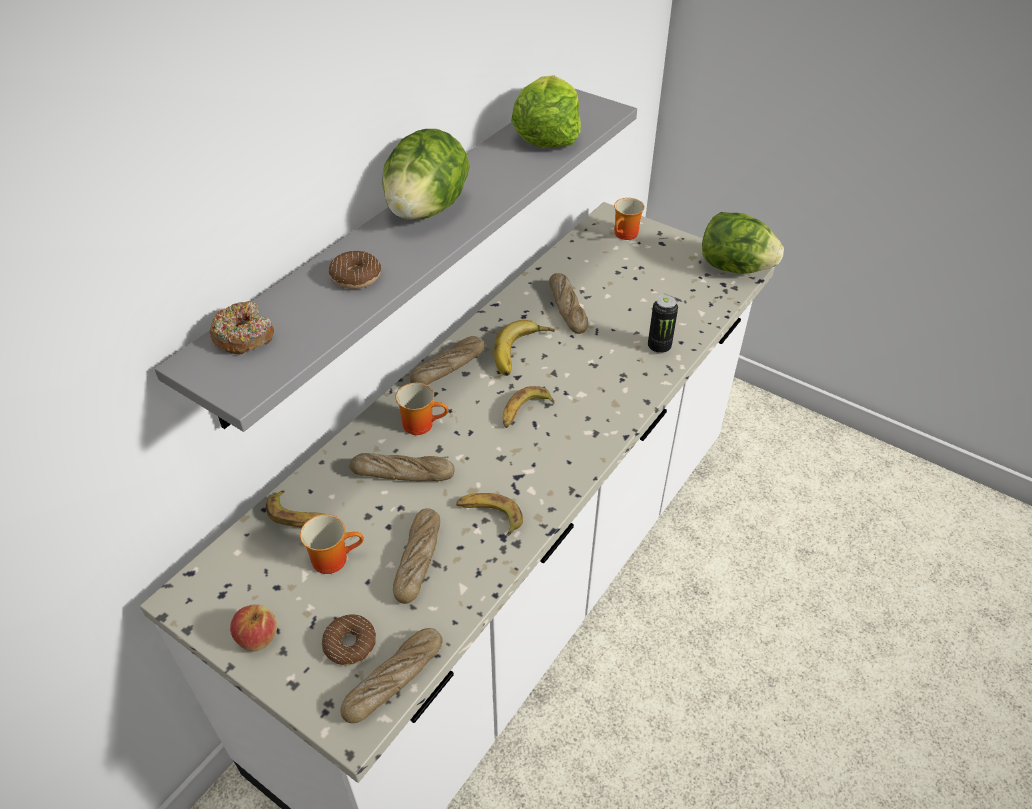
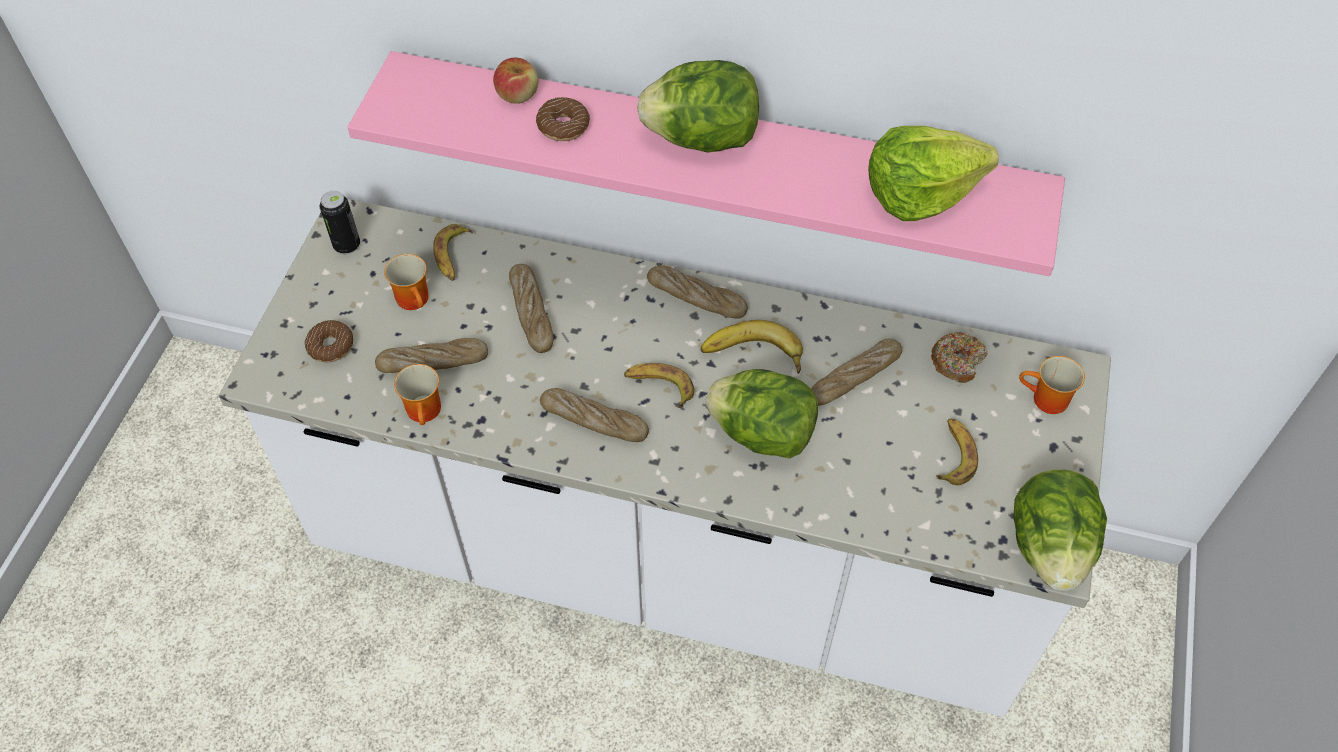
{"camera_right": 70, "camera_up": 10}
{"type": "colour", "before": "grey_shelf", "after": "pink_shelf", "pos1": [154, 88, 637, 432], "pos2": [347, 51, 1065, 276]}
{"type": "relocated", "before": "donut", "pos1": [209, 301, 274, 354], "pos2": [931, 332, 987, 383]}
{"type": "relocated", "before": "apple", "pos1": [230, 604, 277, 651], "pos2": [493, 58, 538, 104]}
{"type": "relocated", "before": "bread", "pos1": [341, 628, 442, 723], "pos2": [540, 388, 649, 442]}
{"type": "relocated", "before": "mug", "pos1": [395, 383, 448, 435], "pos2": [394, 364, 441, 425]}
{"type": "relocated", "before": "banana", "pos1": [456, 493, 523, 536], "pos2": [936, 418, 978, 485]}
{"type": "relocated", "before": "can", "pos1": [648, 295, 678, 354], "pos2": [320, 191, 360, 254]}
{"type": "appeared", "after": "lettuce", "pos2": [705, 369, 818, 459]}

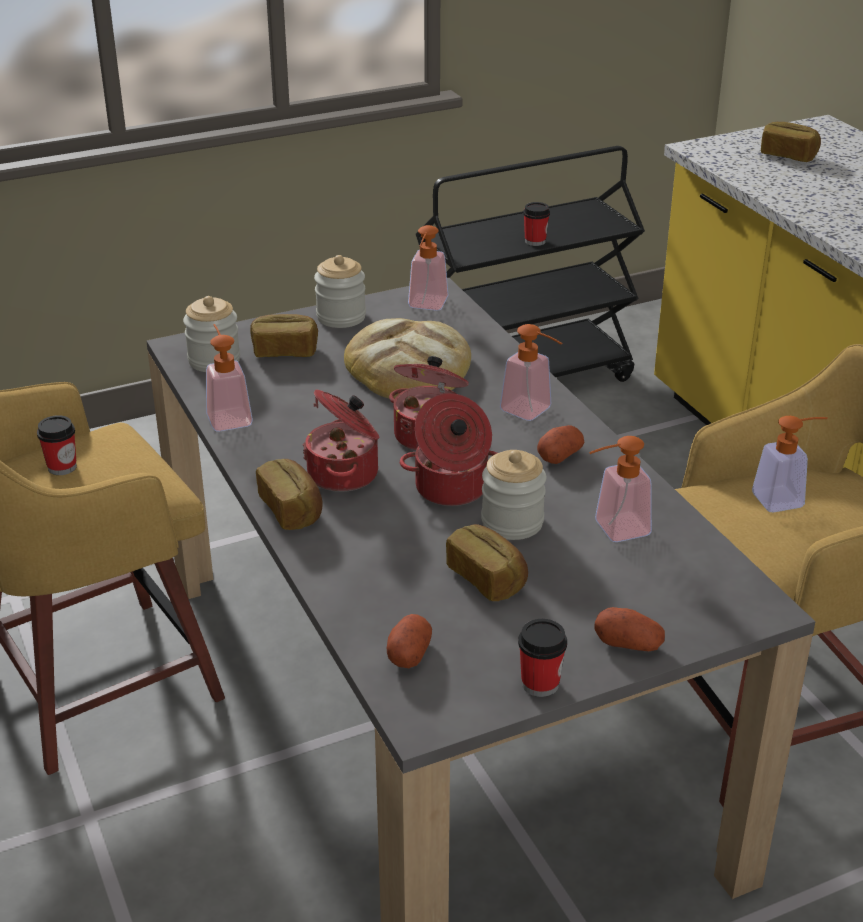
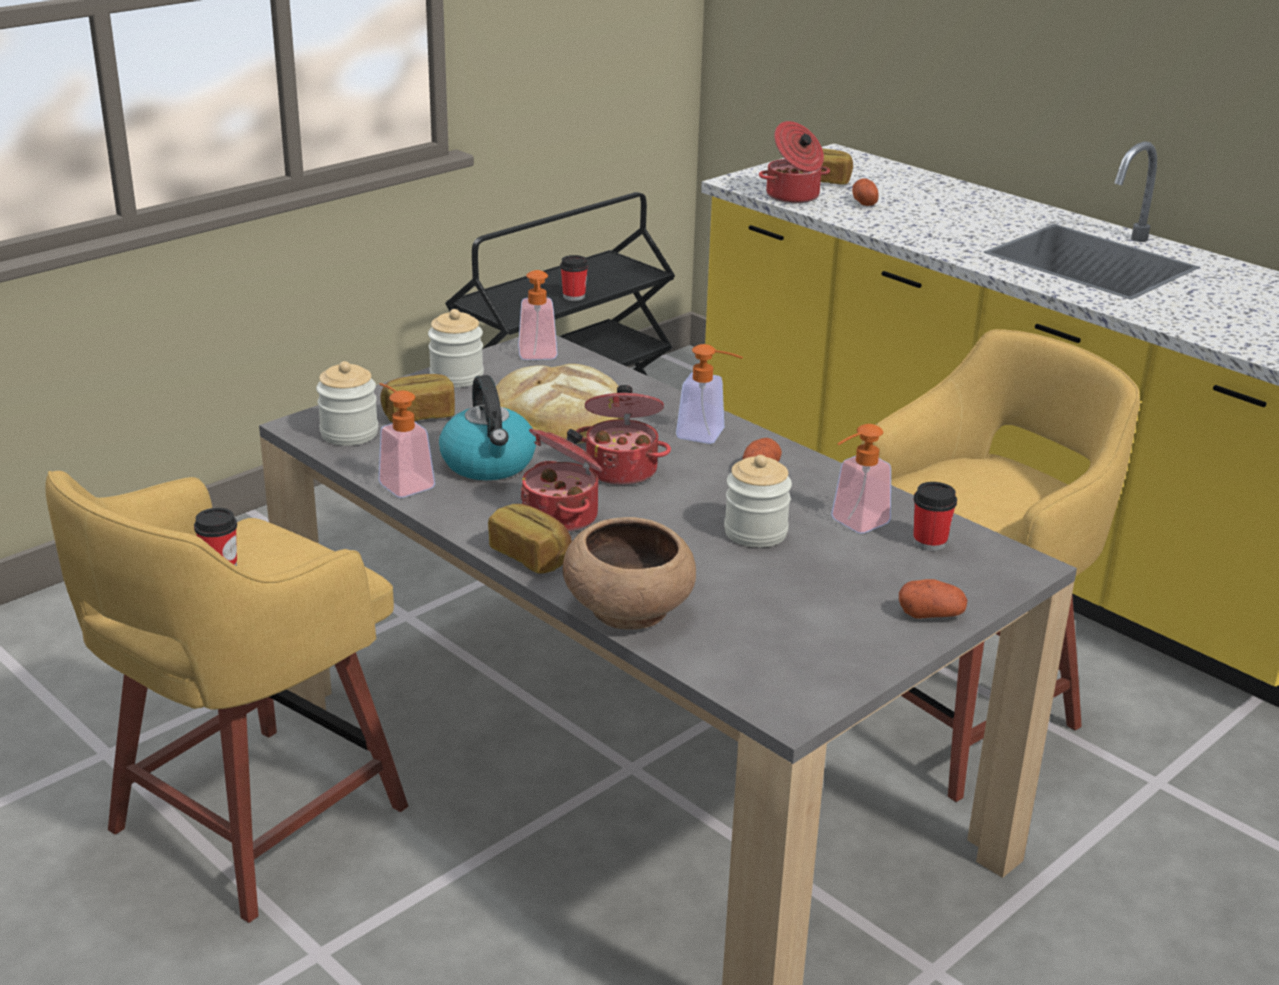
{"camera_right": -20, "camera_up": -5}
{"type": "relocated", "before": "potato", "pos1": [387, 614, 432, 668], "pos2": [852, 178, 879, 206]}
{"type": "relocated", "before": "cooking_pot", "pos1": [400, 393, 497, 506], "pos2": [759, 121, 830, 203]}
{"type": "missing", "before": "bread", "pos1": [446, 524, 528, 601]}
{"type": "relocated", "before": "cup", "pos1": [518, 619, 567, 697], "pos2": [913, 482, 957, 551]}
{"type": "missing", "before": "soap_dispenser", "pos1": [752, 416, 828, 513]}
{"type": "appeared", "after": "kettle", "pos2": [439, 375, 536, 480]}
{"type": "appeared", "after": "brown_bowl", "pos2": [563, 517, 696, 630]}

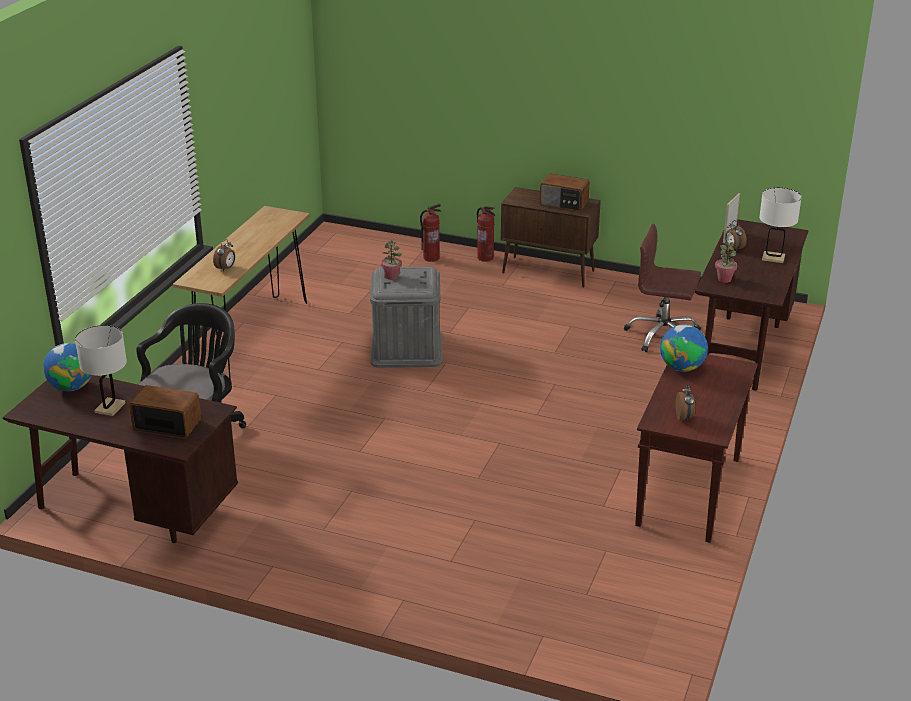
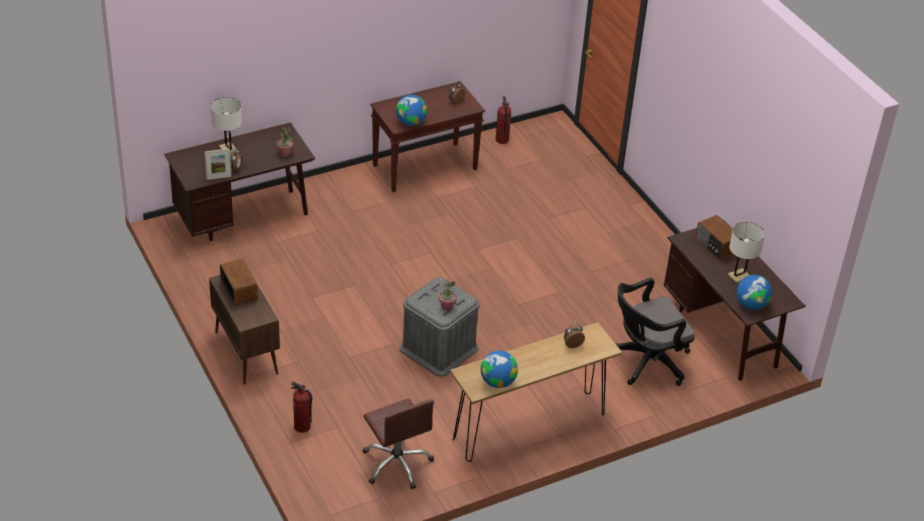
{"camera_right": -140, "camera_up": 10}
{"type": "relocated", "before": "fire_extinguisher", "pos1": [477, 206, 495, 262], "pos2": [496, 96, 511, 144]}
{"type": "relocated", "before": "brown_office_chair", "pos1": [624, 223, 701, 352], "pos2": [362, 398, 434, 489]}
{"type": "appeared", "after": "globe", "pos2": [481, 351, 518, 388]}

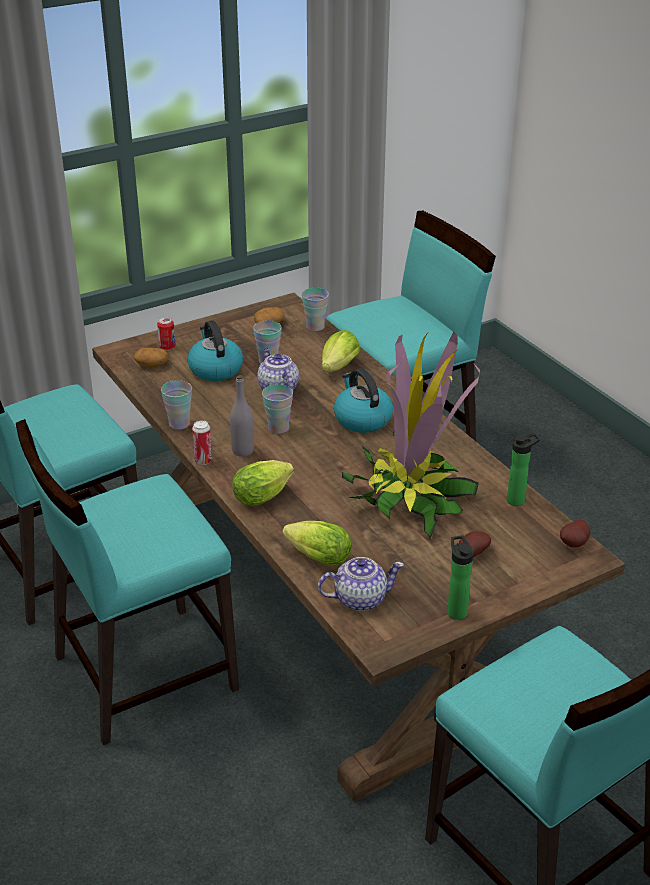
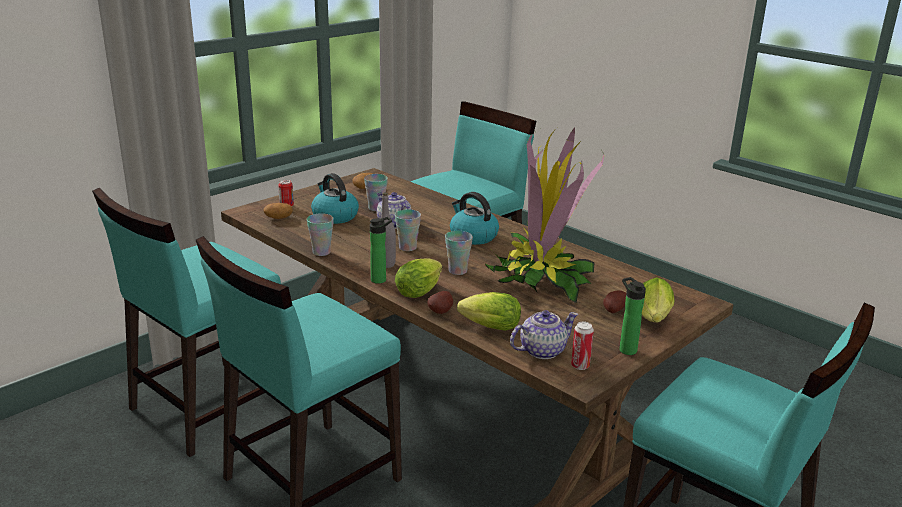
{"camera_right": -15, "camera_up": -10}
{"type": "relocated", "before": "can", "pos1": [192, 420, 212, 465], "pos2": [571, 322, 594, 370]}
{"type": "relocated", "before": "cup", "pos1": [302, 288, 329, 331], "pos2": [445, 231, 473, 275]}
{"type": "relocated", "before": "lettuce", "pos1": [322, 330, 360, 372], "pos2": [642, 277, 674, 322]}
{"type": "relocated", "before": "bottle", "pos1": [507, 433, 540, 506], "pos2": [370, 217, 392, 284]}
{"type": "relocated", "before": "potato", "pos1": [560, 520, 590, 547], "pos2": [428, 291, 453, 314]}

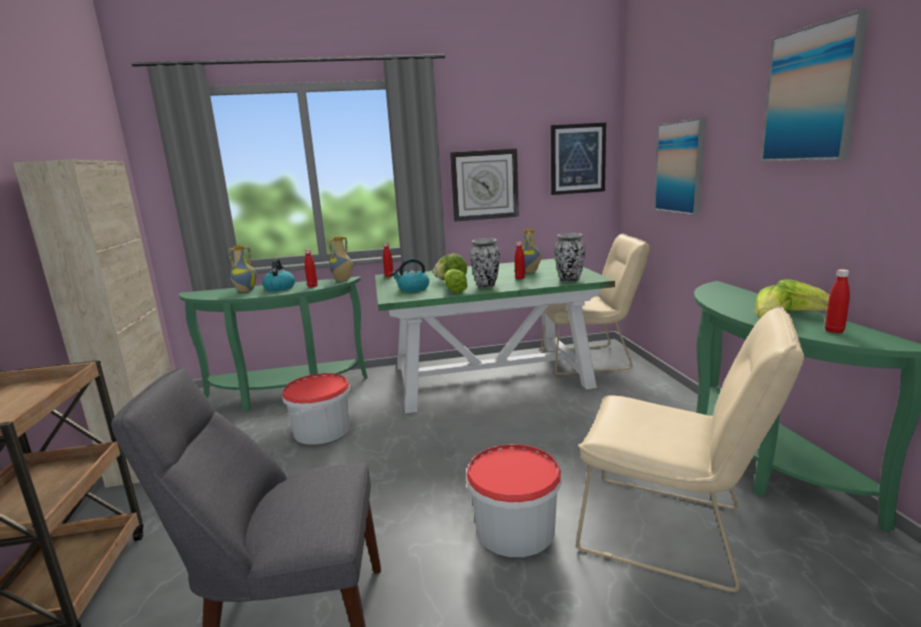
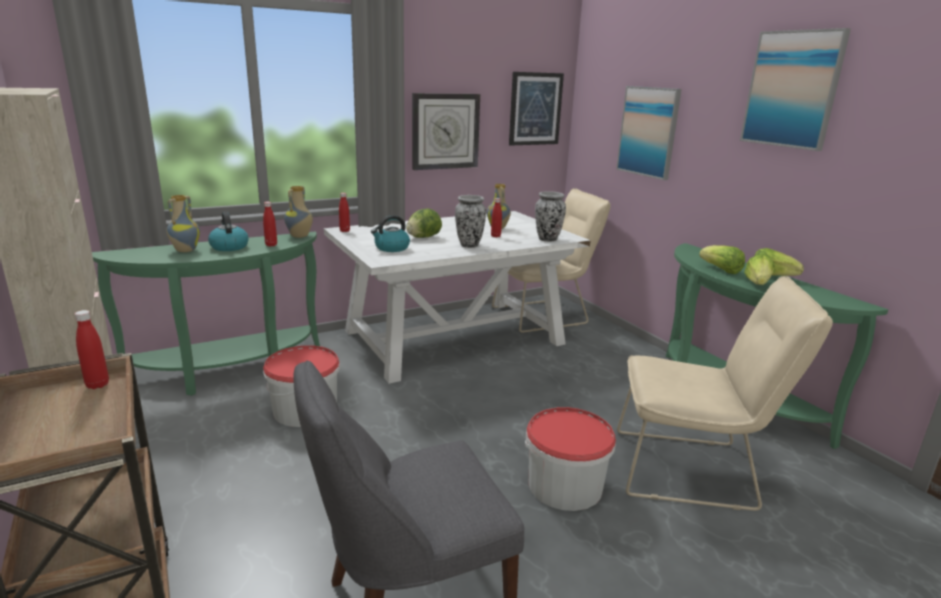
{"camera_right": -20, "camera_up": 5}
{"type": "colour", "before": "green_dining_table", "after": "white_dining_table", "pos1": [375, 259, 615, 414], "pos2": [324, 211, 591, 384]}
{"type": "relocated", "before": "lettuce", "pos1": [445, 269, 468, 293], "pos2": [699, 245, 745, 274]}
{"type": "relocated", "before": "red_bottle", "pos1": [825, 269, 850, 333], "pos2": [75, 310, 109, 389]}

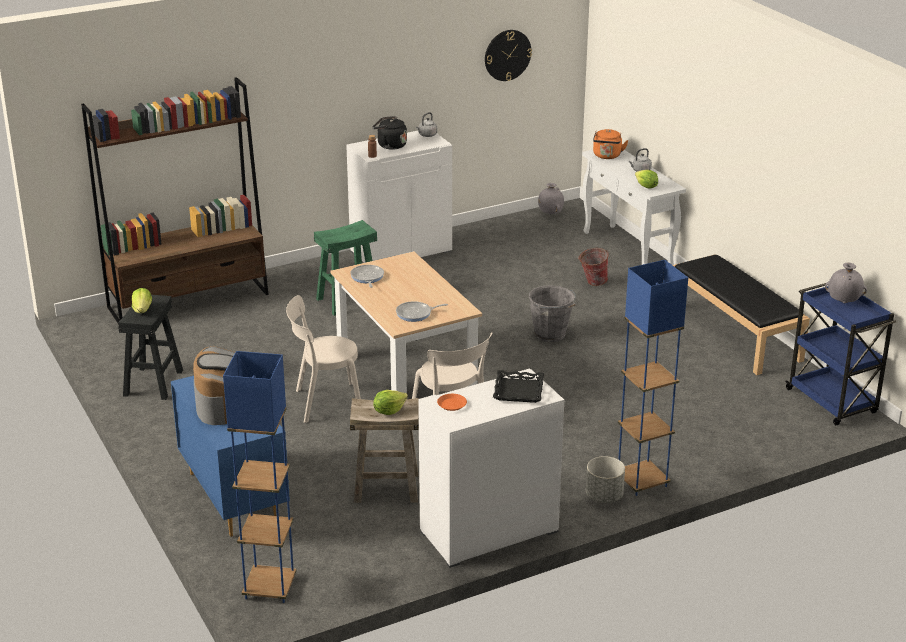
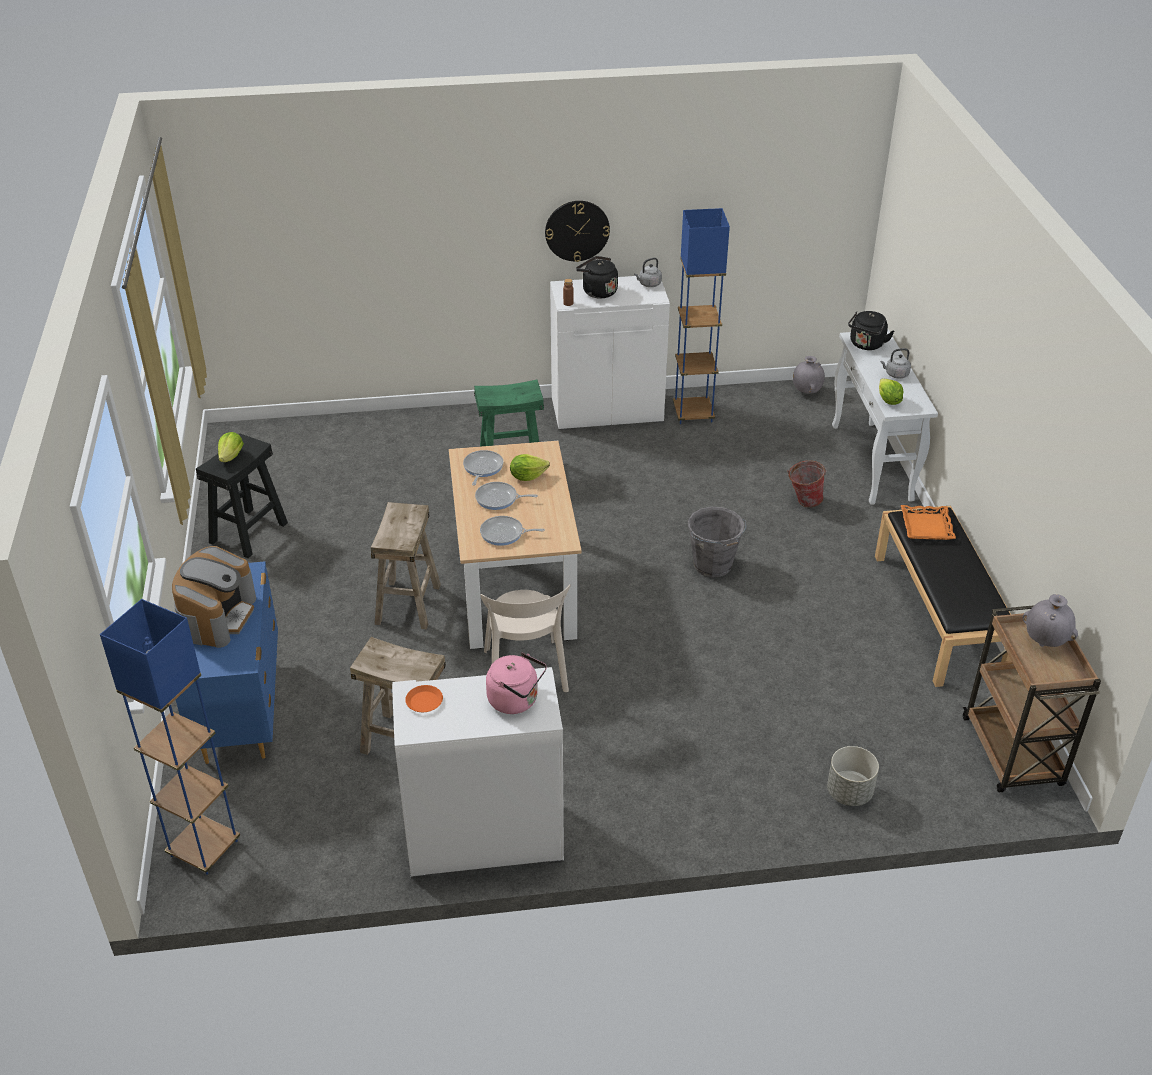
{"camera_right": 20, "camera_up": 10}
{"type": "missing", "before": "brown_bookcase", "pos1": [81, 77, 269, 323]}
{"type": "exchanged", "before": "beige_chair", "after": "beige_stool", "pos1": [286, 295, 361, 423], "pos2": [370, 502, 441, 629]}
{"type": "relocated", "before": "lettuce", "pos1": [373, 390, 408, 415], "pos2": [510, 454, 550, 481]}
{"type": "relocated", "before": "wall_clock", "pos1": [485, 30, 532, 81], "pos2": [545, 201, 610, 262]}
{"type": "exchanged", "before": "black_tray", "after": "pink_kettle", "pos1": [493, 370, 544, 403], "pos2": [486, 653, 547, 714]}
{"type": "relocated", "before": "grey_planter", "pos1": [586, 456, 625, 503], "pos2": [827, 746, 879, 806]}
{"type": "colour", "before": "orange_kettle", "after": "black_kettle", "pos1": [593, 129, 629, 159], "pos2": [848, 311, 894, 350]}
{"type": "relocated", "before": "blue_floor_lamp", "pos1": [618, 260, 688, 496], "pos2": [673, 208, 730, 424]}
{"type": "colour", "before": "blue_cart", "after": "brown_cart", "pos1": [785, 283, 896, 425], "pos2": [963, 605, 1101, 793]}
{"type": "appeared", "after": "frying_pan", "pos2": [475, 482, 538, 510]}
{"type": "appeared", "after": "orange_tray", "pos2": [901, 505, 956, 540]}

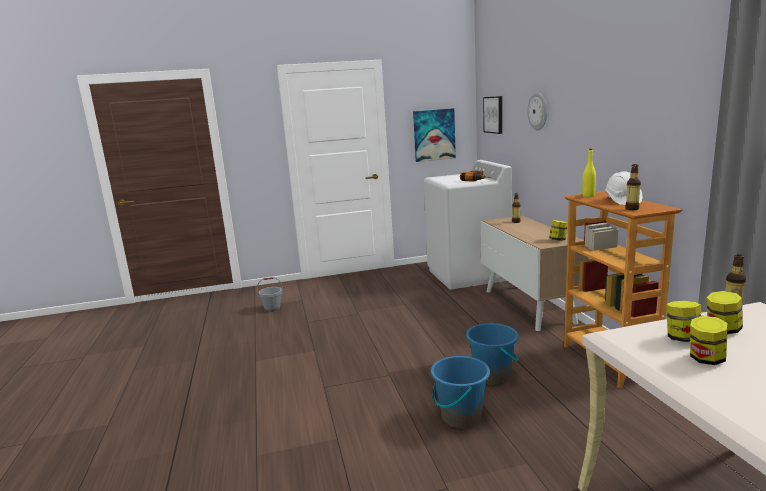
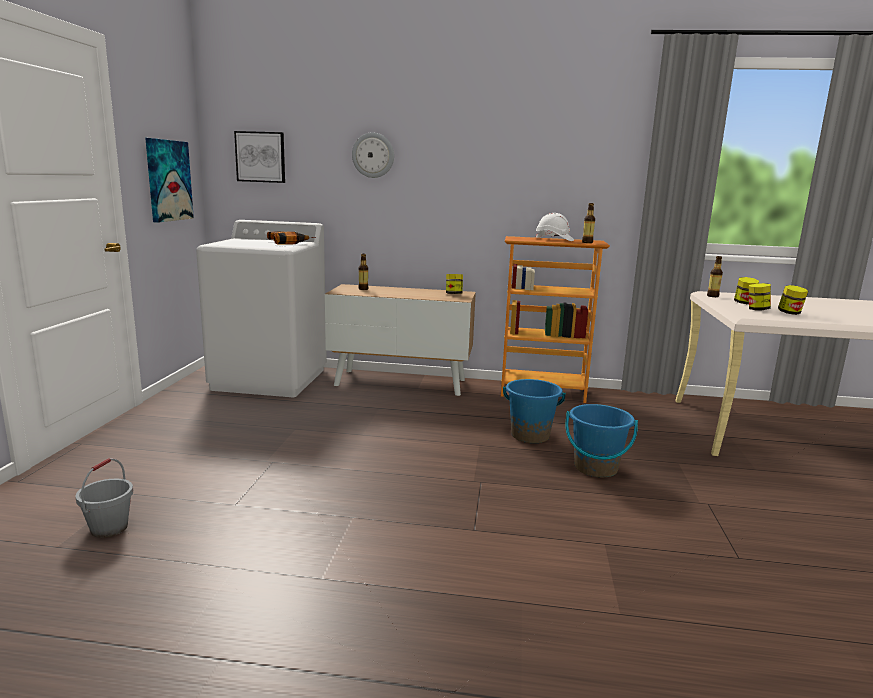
{"camera_right": -70, "camera_up": 0}
{"type": "missing", "before": "yellow_bottle", "pos1": [582, 149, 596, 197]}

